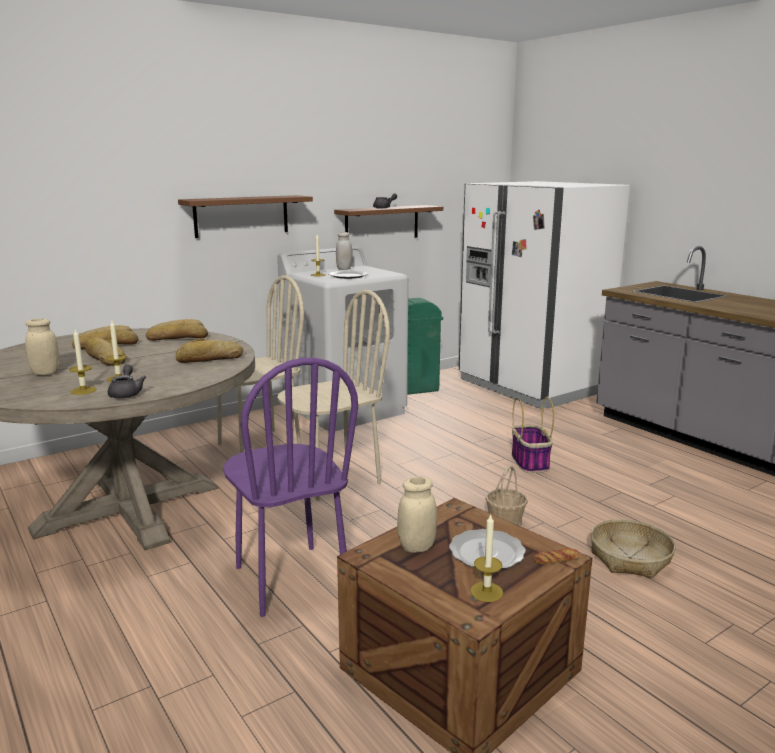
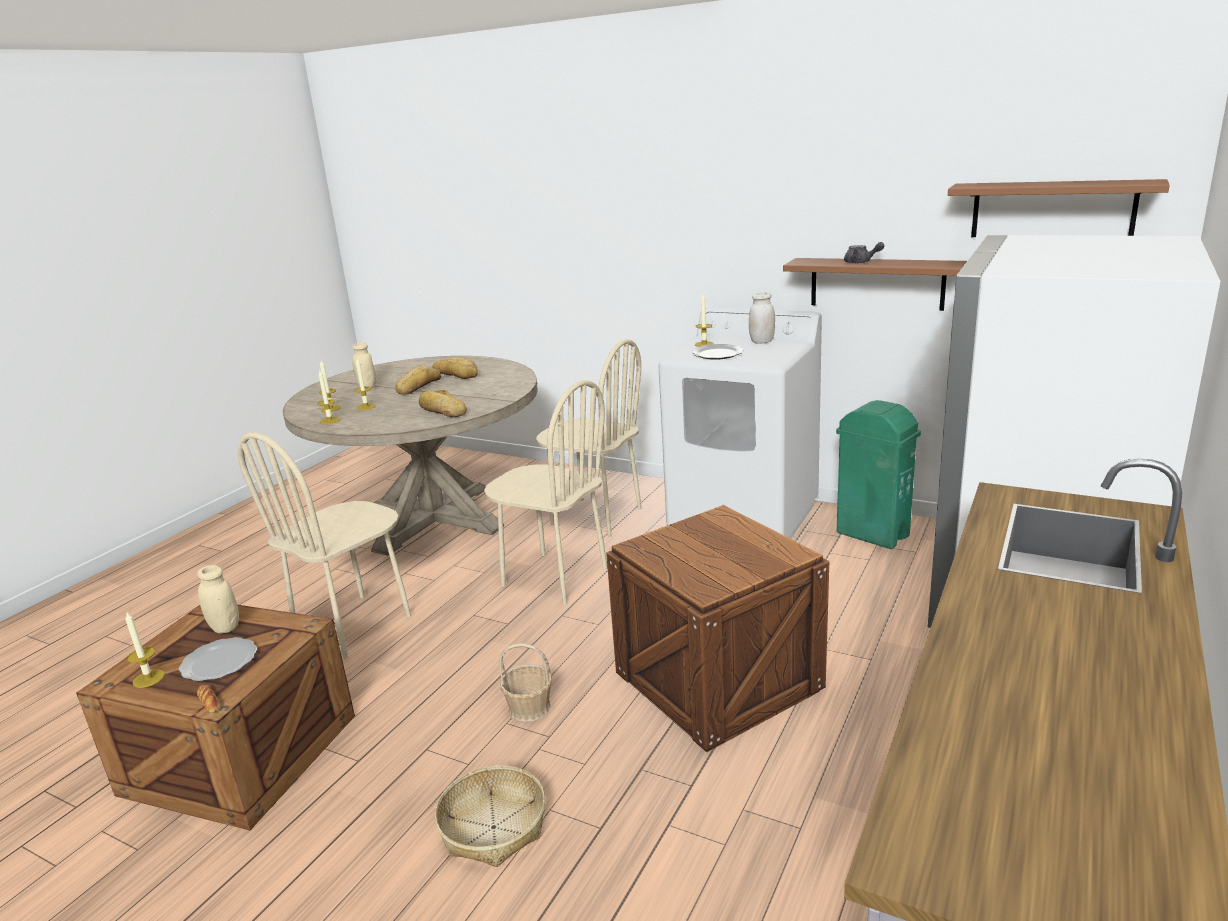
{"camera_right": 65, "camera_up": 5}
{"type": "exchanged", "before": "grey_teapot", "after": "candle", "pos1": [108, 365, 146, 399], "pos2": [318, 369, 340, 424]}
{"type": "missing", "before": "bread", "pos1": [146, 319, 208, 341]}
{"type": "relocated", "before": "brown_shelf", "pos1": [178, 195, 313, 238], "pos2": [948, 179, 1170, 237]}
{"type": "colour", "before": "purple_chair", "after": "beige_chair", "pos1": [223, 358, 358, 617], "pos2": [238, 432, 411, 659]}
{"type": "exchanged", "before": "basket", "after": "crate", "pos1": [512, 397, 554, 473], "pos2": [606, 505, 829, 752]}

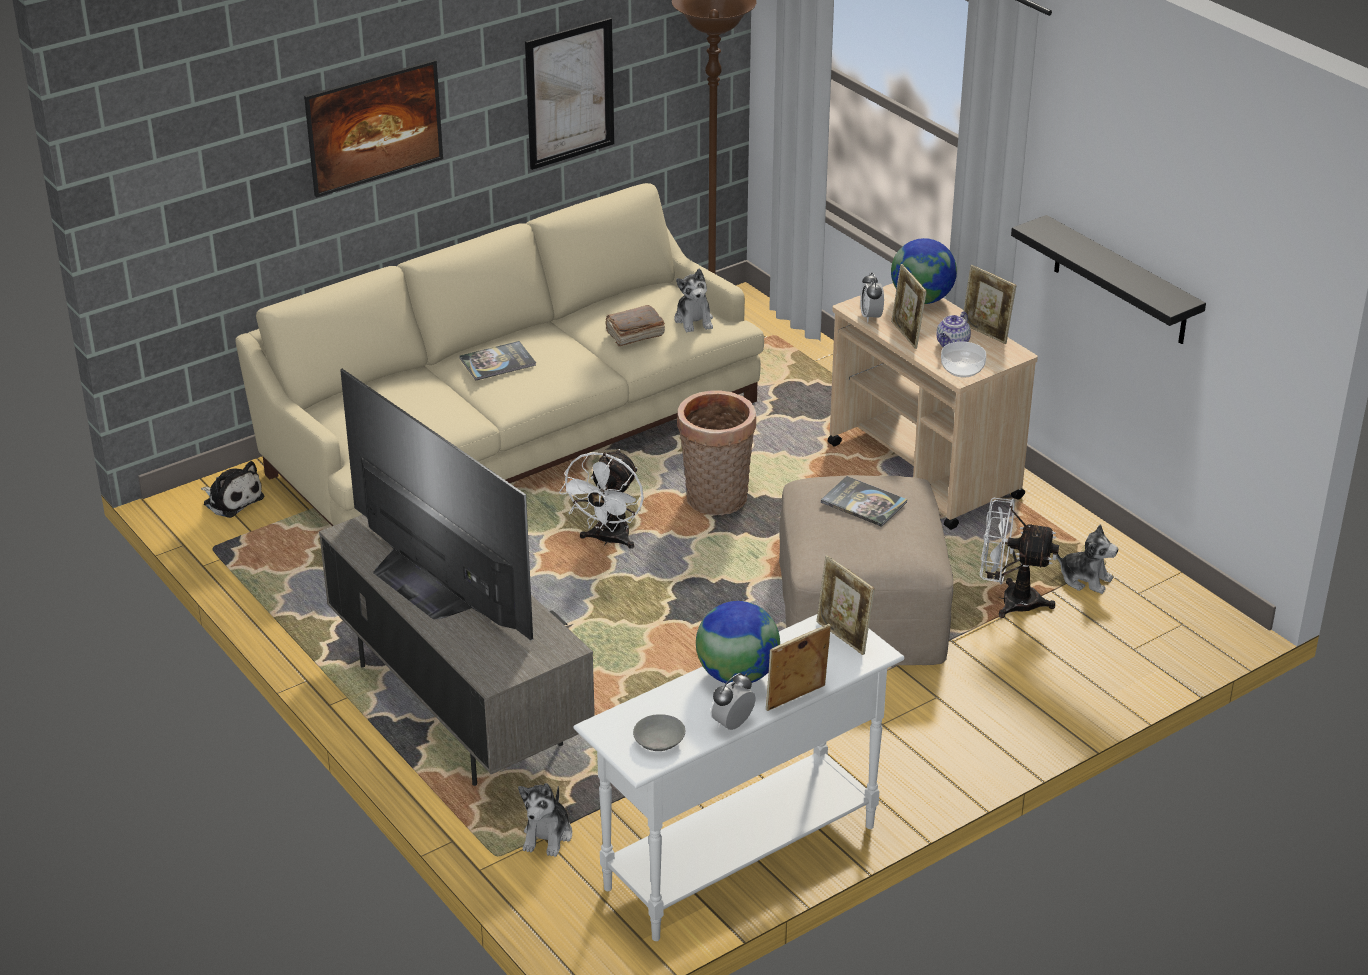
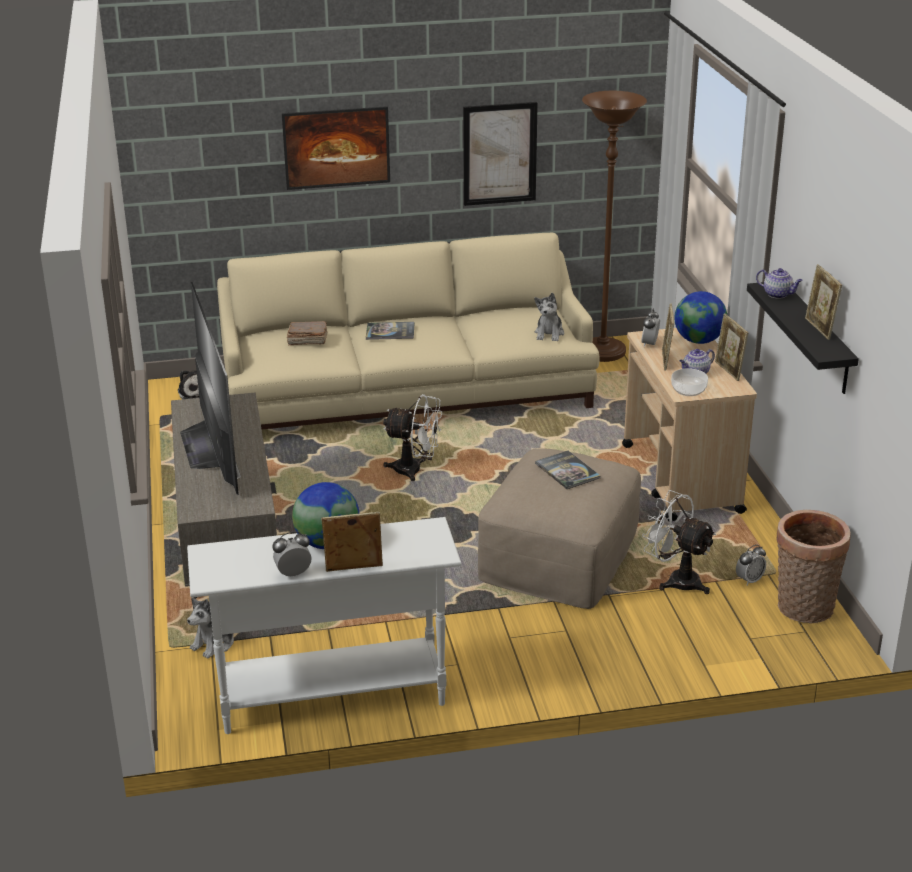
{"camera_right": 25, "camera_up": -5}
{"type": "spun", "before": "white_fan", "pos1": [559, 449, 644, 549], "pos2": [383, 394, 442, 481], "turn": -120}
{"type": "relocated", "before": "brown_book", "pos1": [605, 305, 665, 346], "pos2": [287, 321, 327, 345]}
{"type": "missing", "before": "grey_bowl", "pos1": [633, 714, 685, 751]}
{"type": "relocated", "before": "basket", "pos1": [677, 390, 756, 515], "pos2": [777, 510, 850, 623]}
{"type": "relocated", "before": "picture_frame", "pos1": [816, 555, 875, 655], "pos2": [805, 264, 842, 340]}
{"type": "exchanged", "before": "plush_toy", "after": "alarm_clock", "pos1": [1056, 524, 1118, 594], "pos2": [736, 545, 766, 585]}
{"type": "appeared", "after": "teapot", "pos2": [756, 268, 803, 299]}

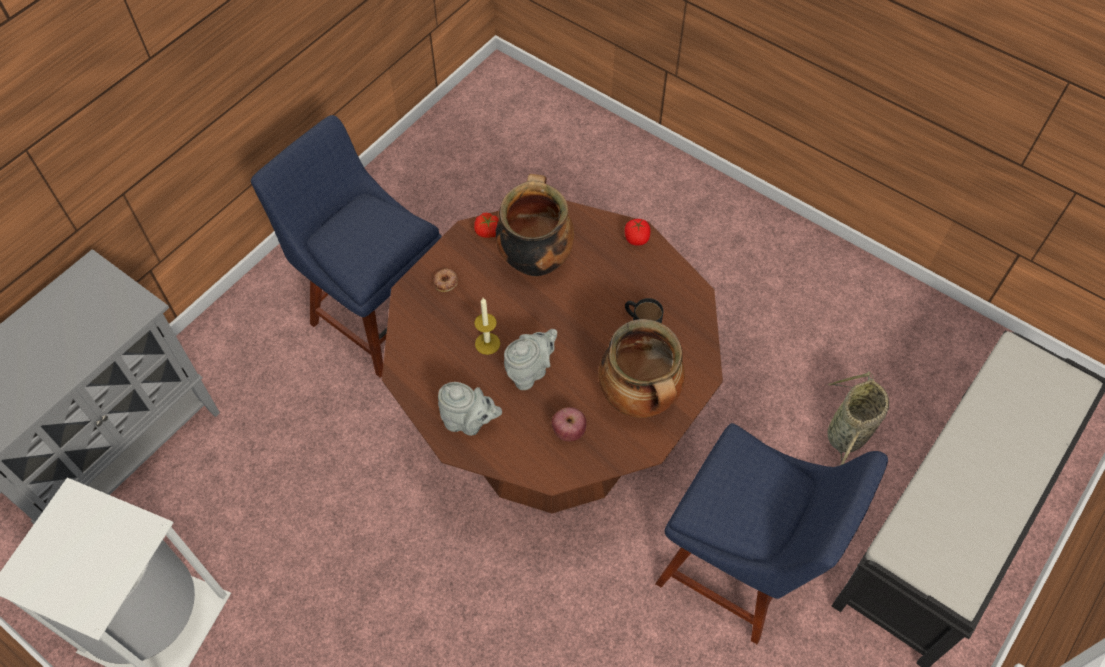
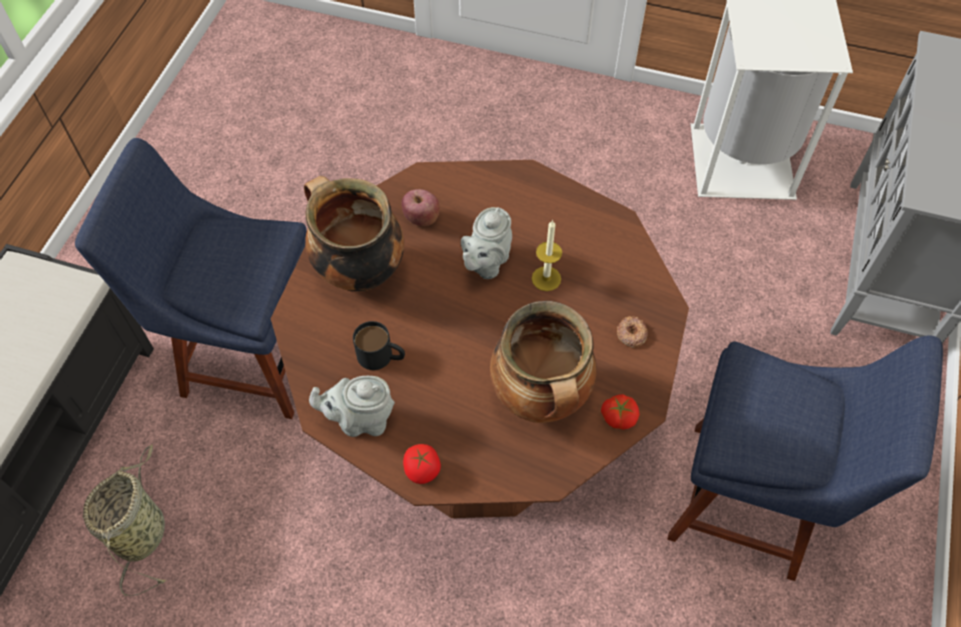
{"camera_right": 160, "camera_up": 0}
{"type": "relocated", "before": "grey_teapot", "pos1": [438, 382, 502, 436], "pos2": [309, 376, 395, 437]}

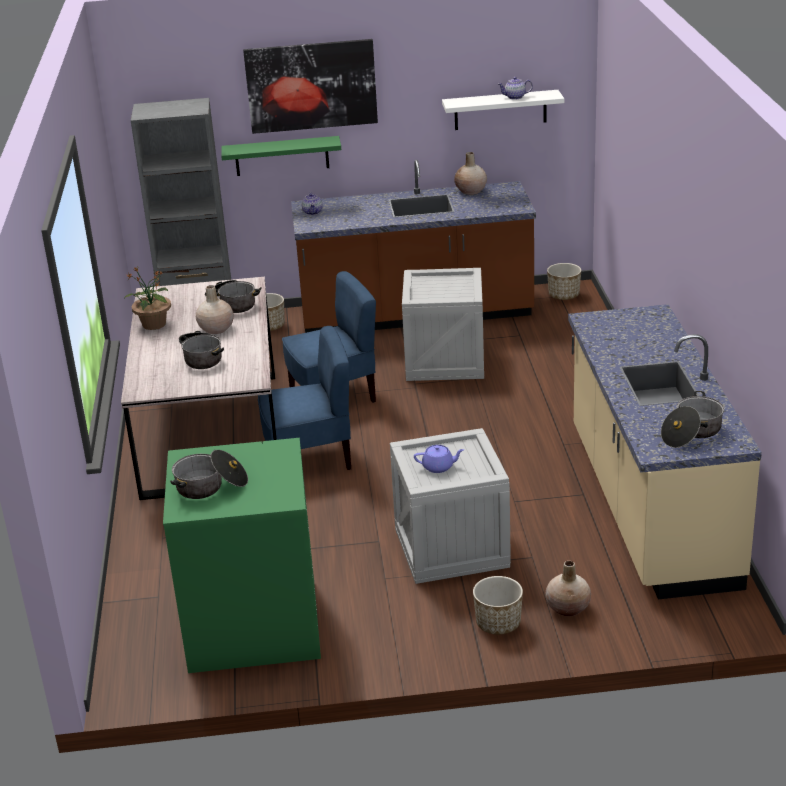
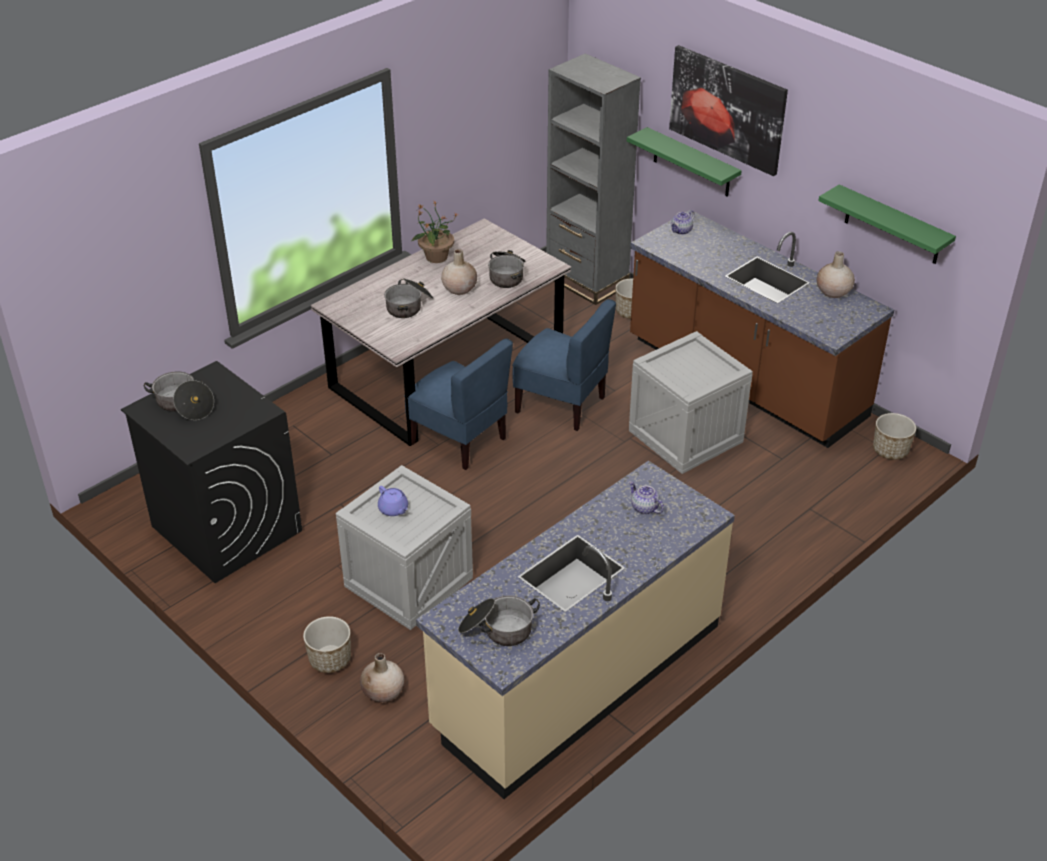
{"camera_right": 50, "camera_up": 10}
{"type": "colour", "before": "green_washing_machine", "after": "black_washing_machine", "pos1": [163, 438, 321, 673], "pos2": [121, 361, 302, 583]}
{"type": "colour", "before": "white_shelf", "after": "green_shelf", "pos1": [442, 90, 564, 130], "pos2": [818, 184, 956, 264]}
{"type": "relocated", "before": "teapot", "pos1": [498, 77, 533, 100], "pos2": [629, 481, 664, 514]}

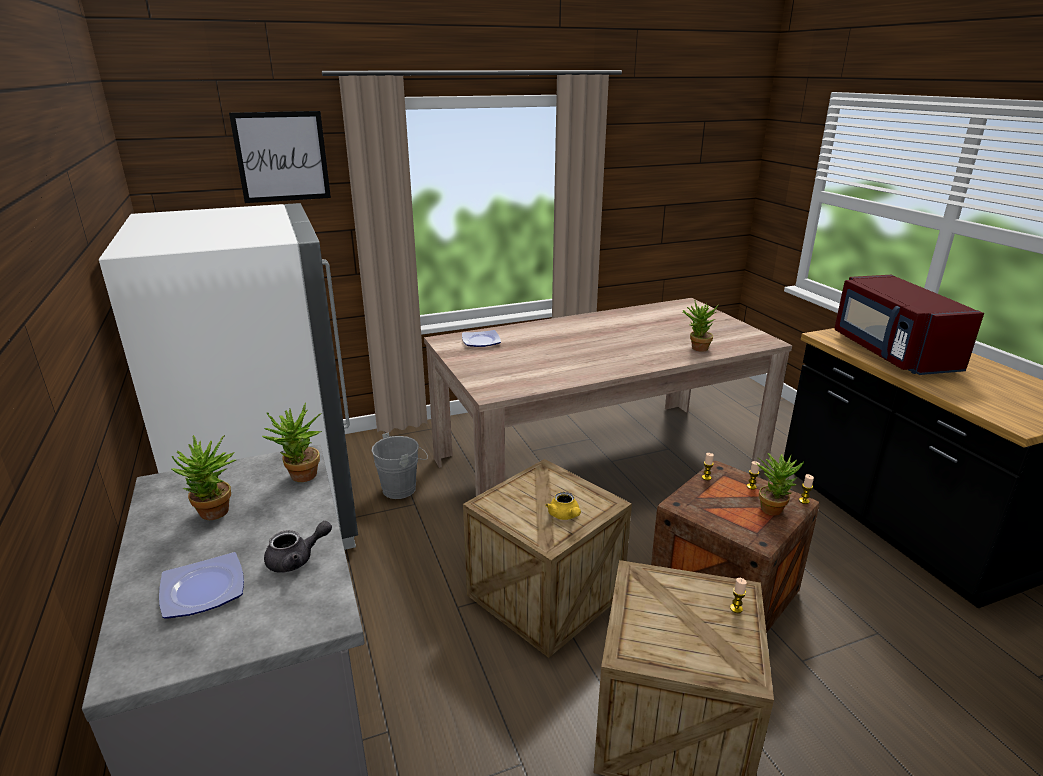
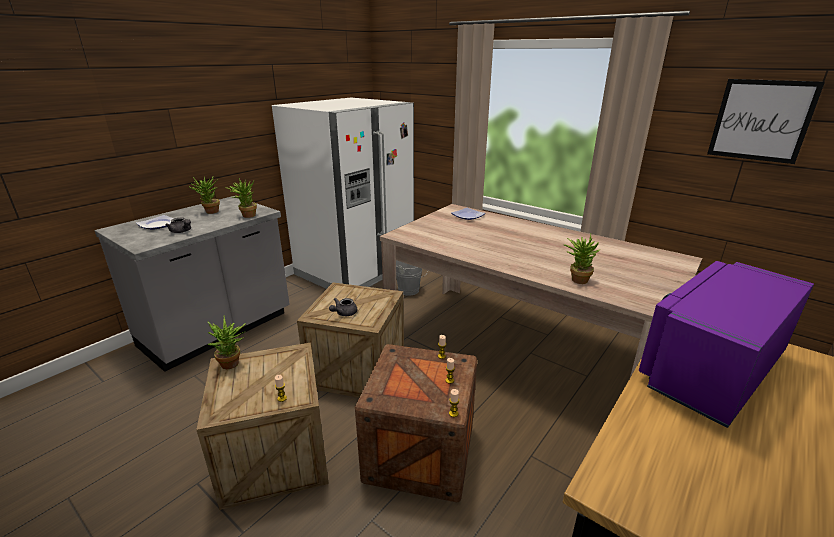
{"camera_right": 60, "camera_up": 0}
{"type": "relocated", "before": "picture", "pos1": [229, 111, 331, 203], "pos2": [707, 79, 825, 164]}
{"type": "colour", "before": "yellow_teapot", "after": "grey_teapot", "pos1": [545, 492, 581, 520], "pos2": [329, 298, 357, 316]}
{"type": "relocated", "before": "potted_plant", "pos1": [756, 453, 804, 516], "pos2": [207, 315, 246, 369]}
{"type": "colour", "before": "red_microwave", "after": "purple_microwave", "pos1": [835, 275, 984, 375], "pos2": [639, 261, 814, 428]}

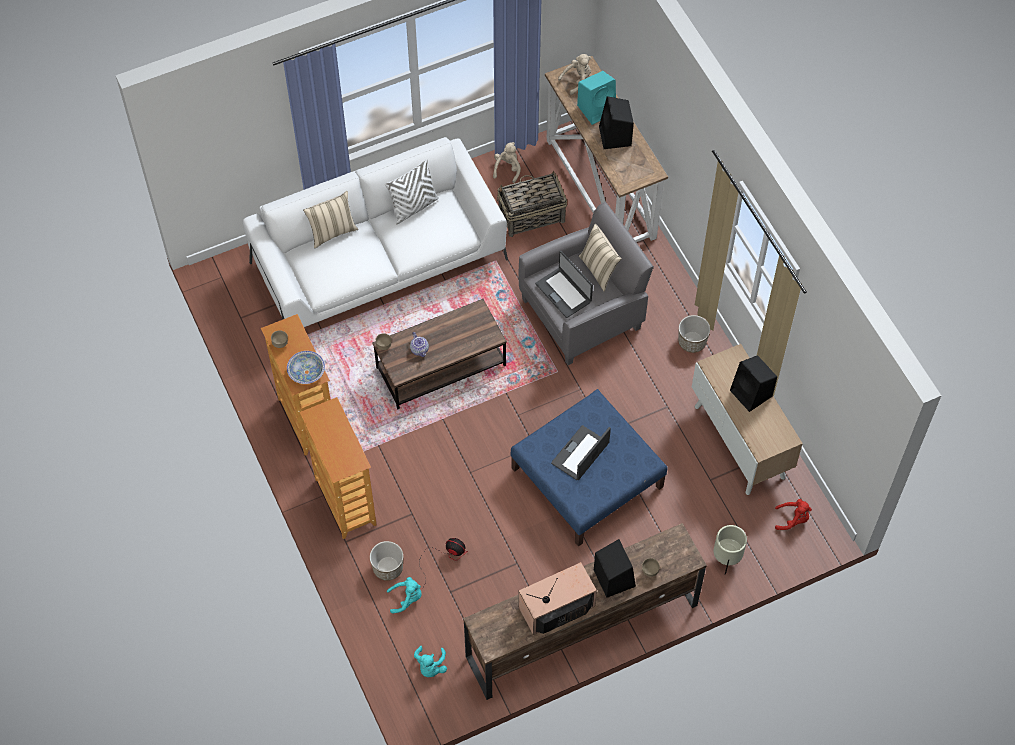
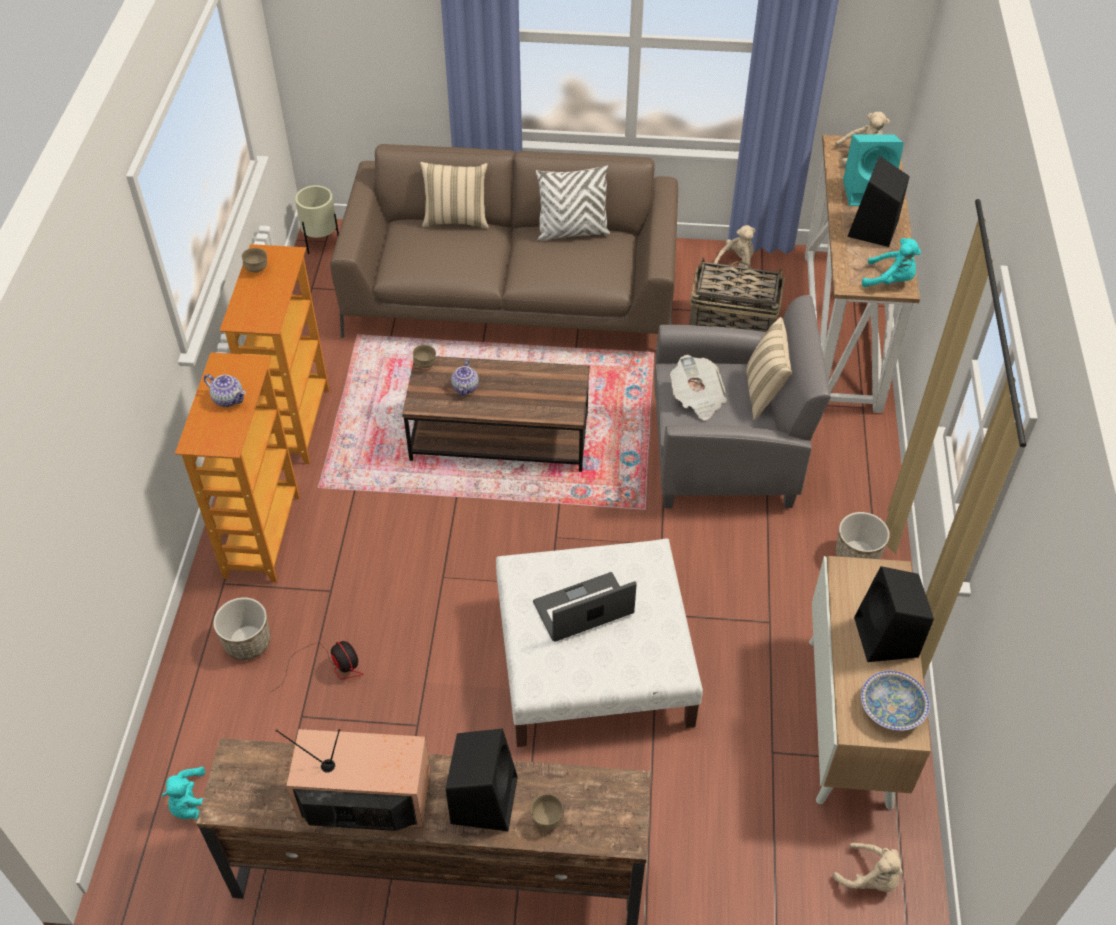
{"camera_right": 30, "camera_up": -10}
{"type": "colour", "before": "white_sofa", "after": "brown_sofa", "pos1": [243, 137, 508, 327], "pos2": [330, 144, 678, 338]}
{"type": "relocated", "before": "bowl", "pos1": [287, 351, 325, 384], "pos2": [861, 671, 930, 731]}
{"type": "relocated", "before": "turquoise_plush_toy", "pos1": [387, 577, 422, 613], "pos2": [862, 238, 921, 287]}
{"type": "colour", "before": "blue_ottoman", "after": "white_ottoman", "pos1": [511, 389, 668, 547], "pos2": [496, 539, 703, 747]}
{"type": "exchanged", "before": "laptop", "after": "newspaper", "pos1": [535, 251, 593, 318], "pos2": [670, 355, 727, 420]}
{"type": "relocated", "before": "beige_planter", "pos1": [714, 525, 747, 574], "pos2": [295, 185, 339, 254]}
{"type": "colour", "before": "red_plush_toy", "after": "beige_plush_toy", "pos1": [775, 499, 812, 530], "pos2": [833, 843, 903, 892]}
{"type": "appeared", "after": "teapot", "pos2": [204, 374, 246, 407]}

